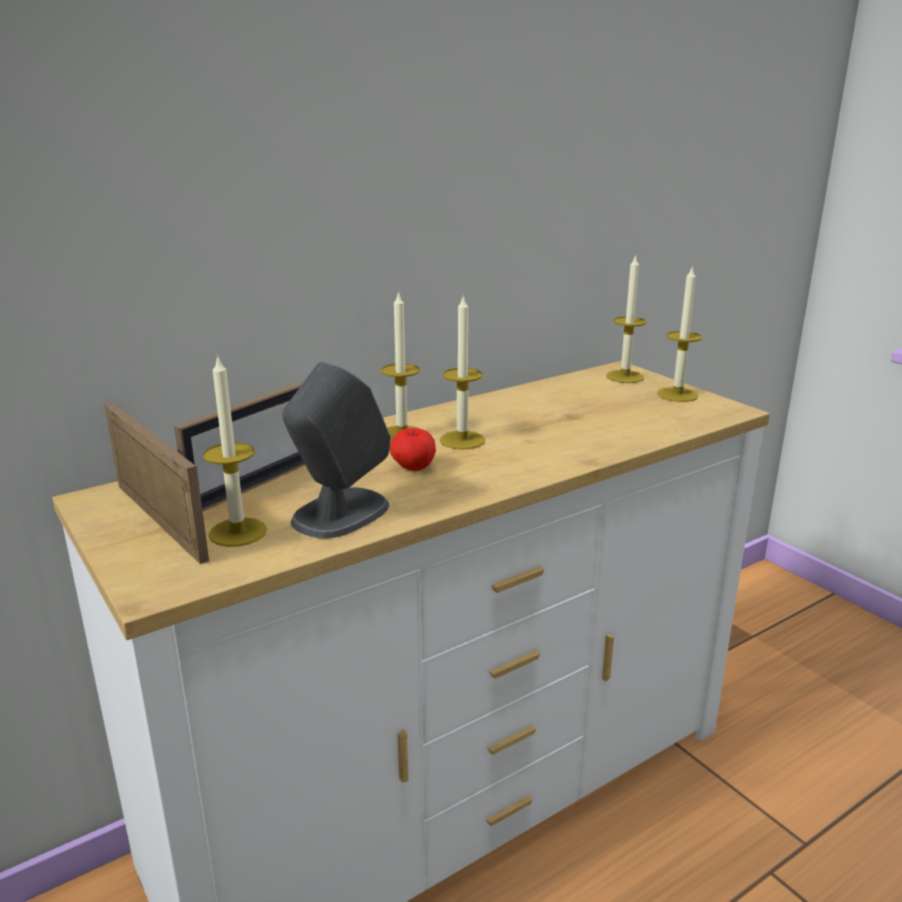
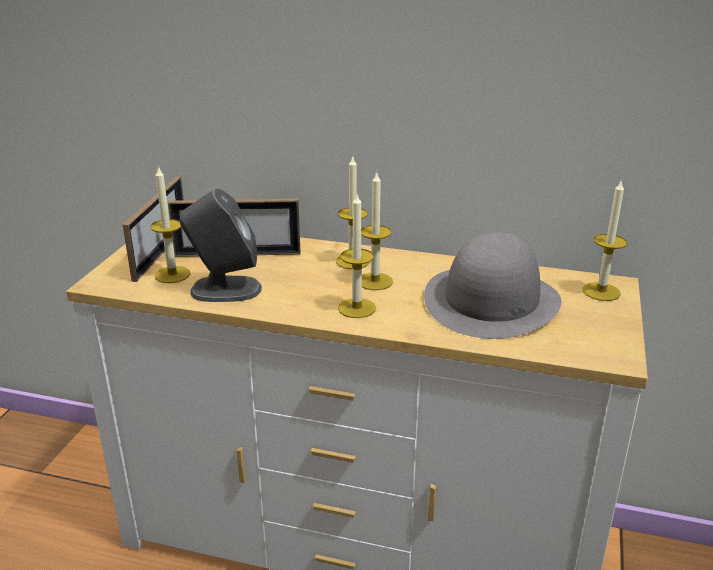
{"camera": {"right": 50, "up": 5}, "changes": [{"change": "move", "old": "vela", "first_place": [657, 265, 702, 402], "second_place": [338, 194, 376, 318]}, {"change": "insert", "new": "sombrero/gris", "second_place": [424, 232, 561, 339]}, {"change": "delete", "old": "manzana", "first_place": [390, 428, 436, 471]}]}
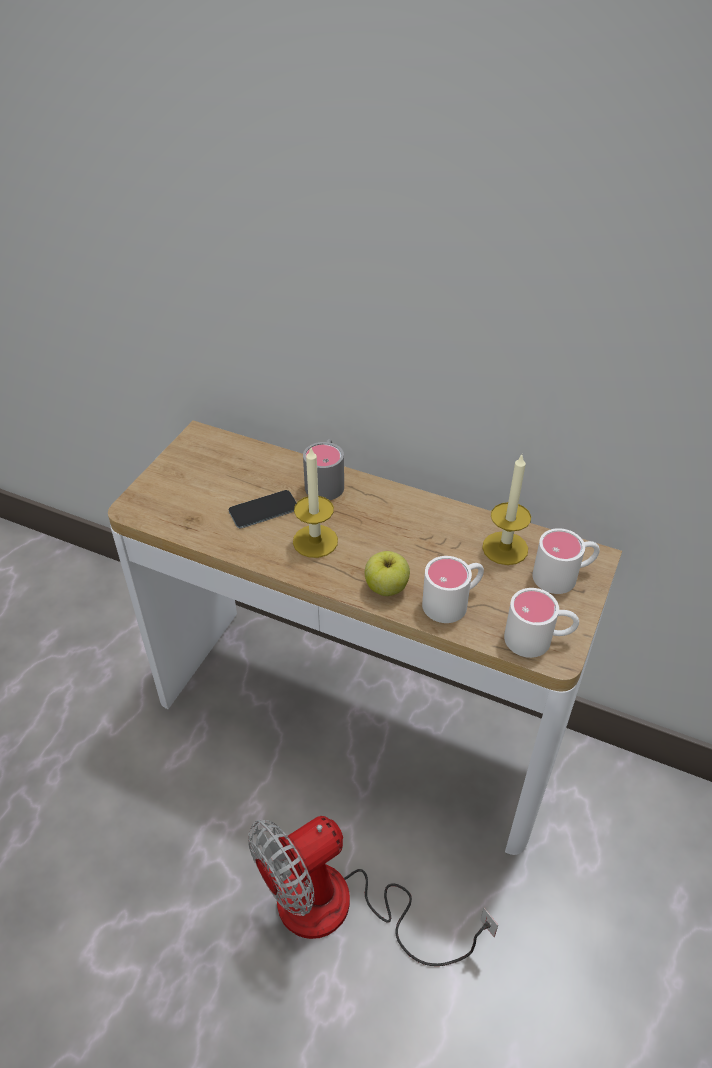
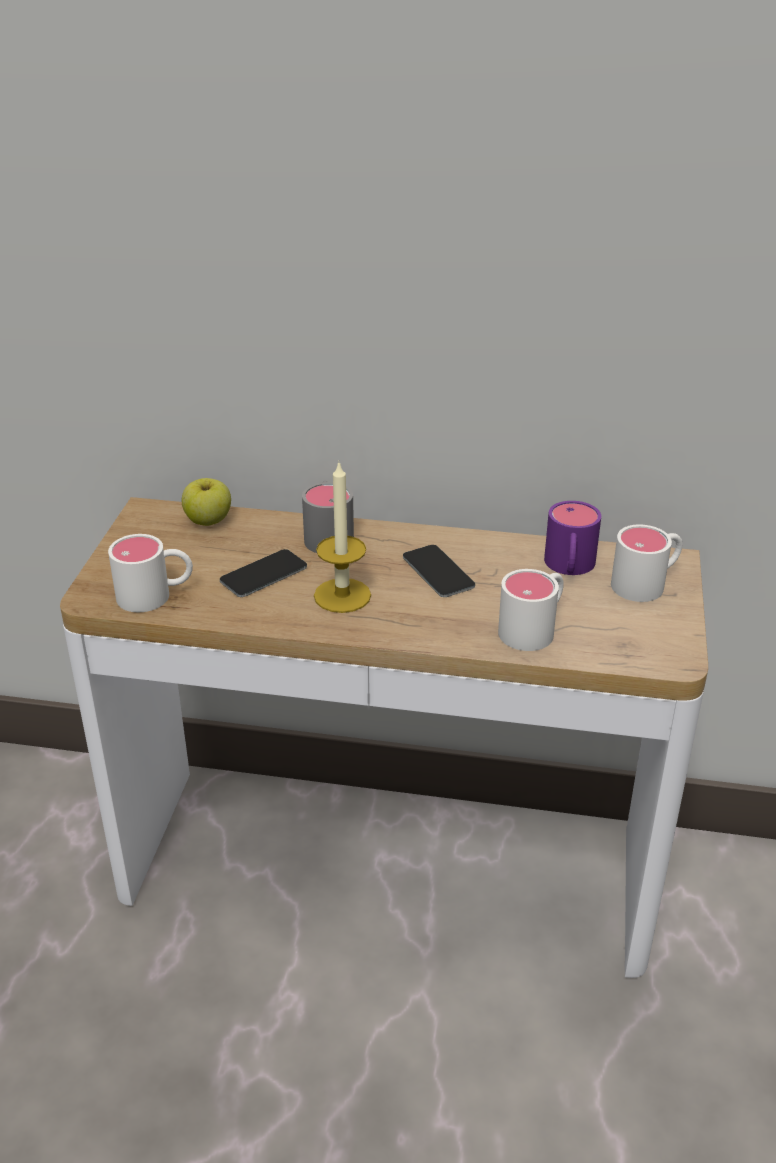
{"camera": {"right": -15, "up": -10}, "changes": [{"change": "move", "old": "taza grande/blanco", "first_place": [504, 588, 579, 658], "second_place": [108, 534, 193, 612]}, {"change": "move", "old": "manzana", "first_place": [365, 551, 410, 596], "second_place": [182, 478, 231, 526]}, {"change": "insert", "new": "móvil", "second_place": [403, 545, 475, 597]}, {"change": "replace", "old": "vela", "new": "taza grande/morado", "first_place": [482, 453, 531, 565], "second_place": [544, 501, 601, 575]}, {"change": "delete", "old": "ventilador", "first_place": [248, 816, 498, 966]}]}
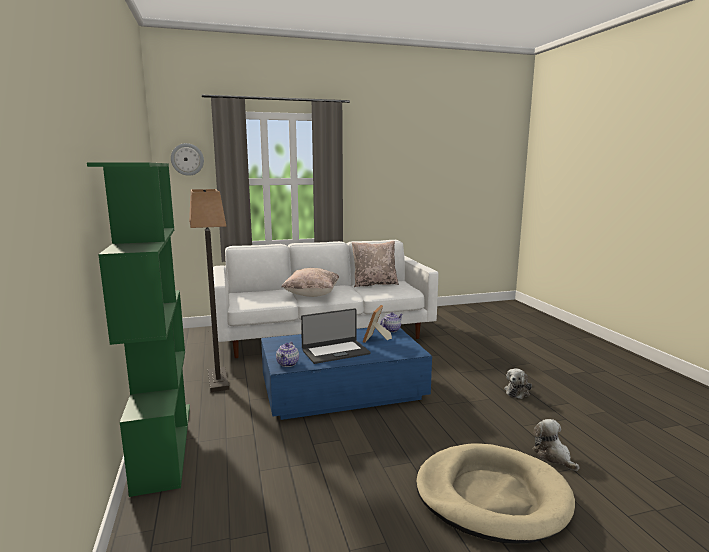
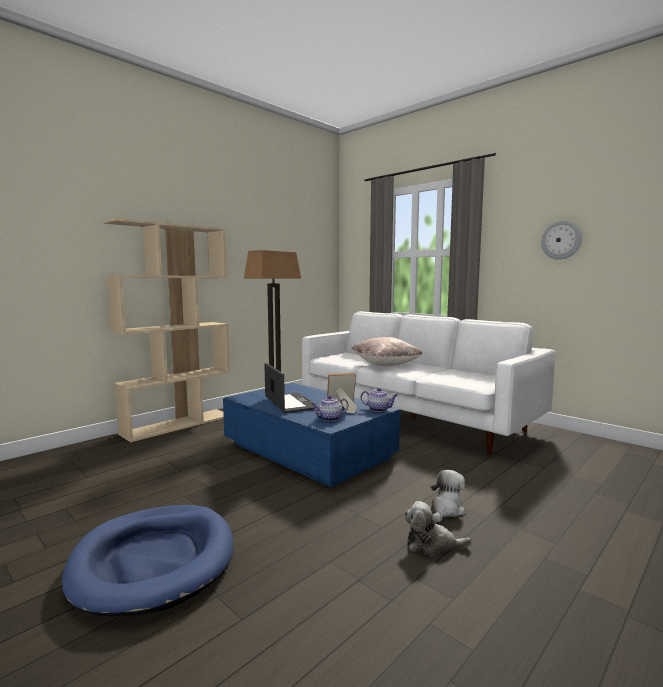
{"camera": {"right": 60, "up": -5}, "changes": [{"change": "recolor", "old": "cama para perro/beis", "new": "cama para perro/azul", "first_place": [416, 443, 575, 543], "second_place": [62, 505, 234, 616]}, {"change": "recolor", "old": "estantería/verde", "new": "estantería/beis", "first_place": [87, 162, 190, 497], "second_place": [103, 218, 230, 442]}, {"change": "rotate", "old": "portátil", "first_place": [301, 308, 371, 364], "second_place": [264, 363, 319, 413], "degrees": -150}, {"change": "move", "old": "tetera", "first_place": [276, 342, 299, 367], "second_place": [311, 395, 349, 421]}, {"change": "move", "old": "peluche", "first_place": [533, 419, 579, 471], "second_place": [431, 470, 465, 522]}, {"change": "move", "old": "reloj de pared", "first_place": [171, 143, 204, 176], "second_place": [541, 221, 582, 260]}, {"change": "delete", "old": "cojín/beis", "first_place": [352, 241, 399, 287]}]}
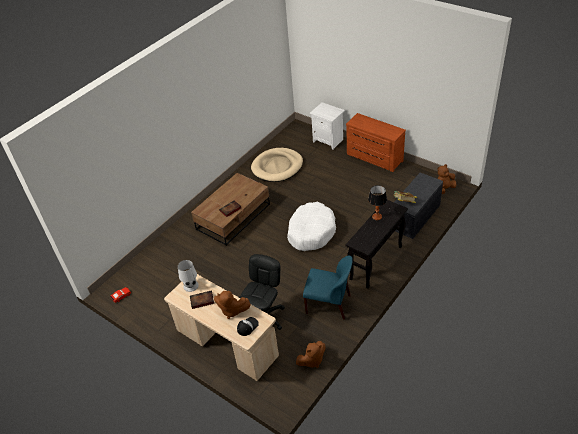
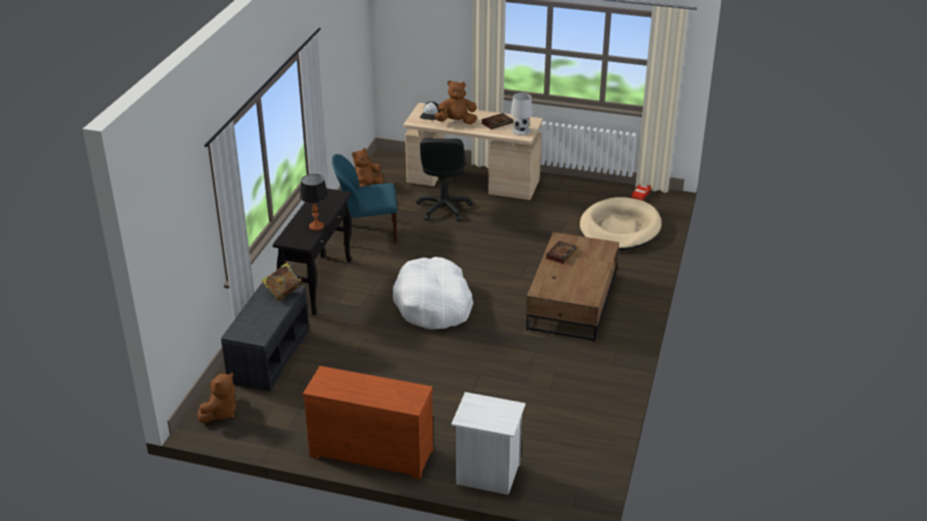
{"camera": {"right": 155, "up": -10}, "changes": [{"change": "move", "old": "cama para perro/beis", "first_place": [251, 148, 303, 182], "second_place": [580, 197, 662, 250]}]}
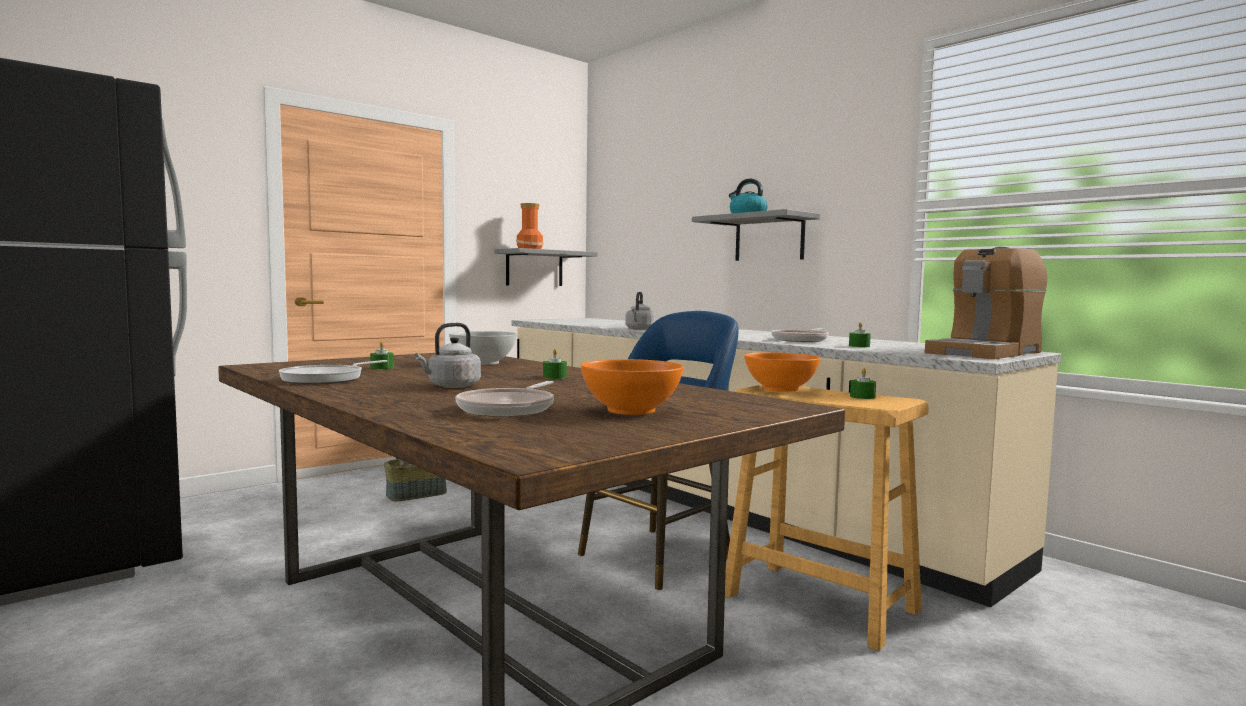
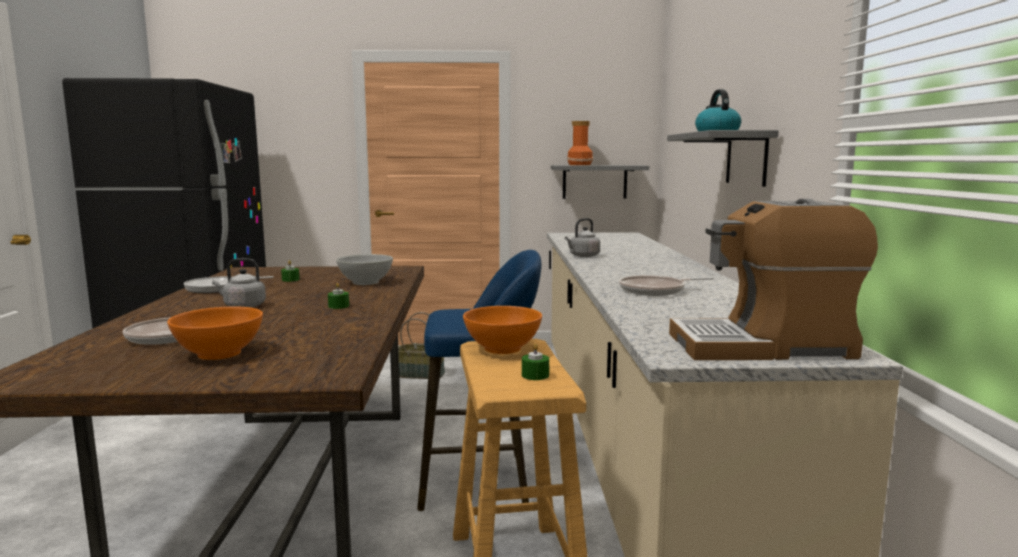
{"camera": {"right": 40, "up": 5}, "changes": [{"change": "delete", "old": "vela/verde", "first_place": [849, 322, 871, 347]}]}
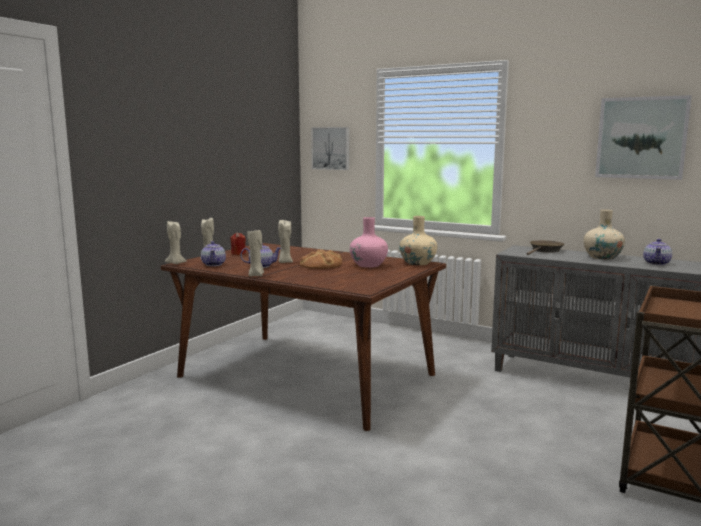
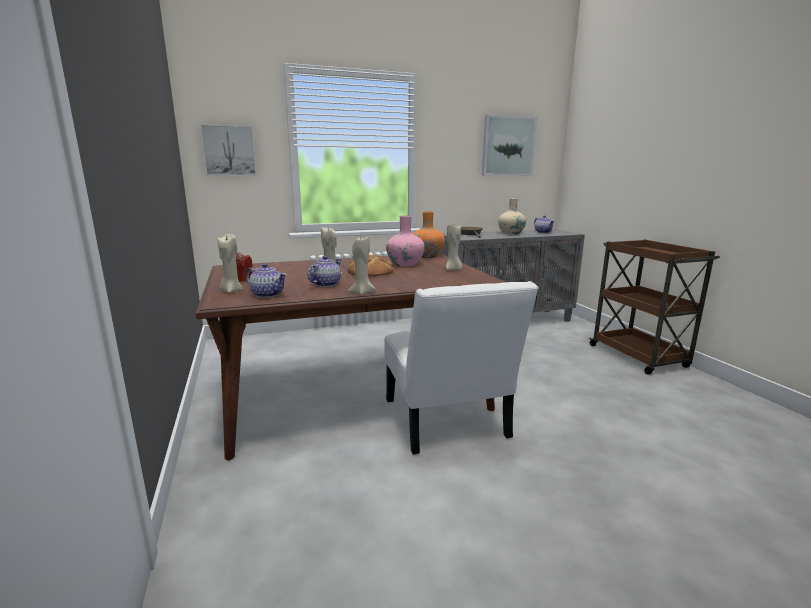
{"camera": {"right": -50, "up": 5}, "changes": [{"change": "insert", "new": "silla/blanco", "second_place": [384, 281, 538, 455]}, {"change": "recolor", "old": "florero/beis", "new": "florero/naranja", "first_place": [399, 216, 437, 265], "second_place": [413, 212, 445, 258]}, {"change": "move", "old": "vela/beis", "first_place": [165, 220, 186, 264], "second_place": [445, 224, 462, 270]}]}
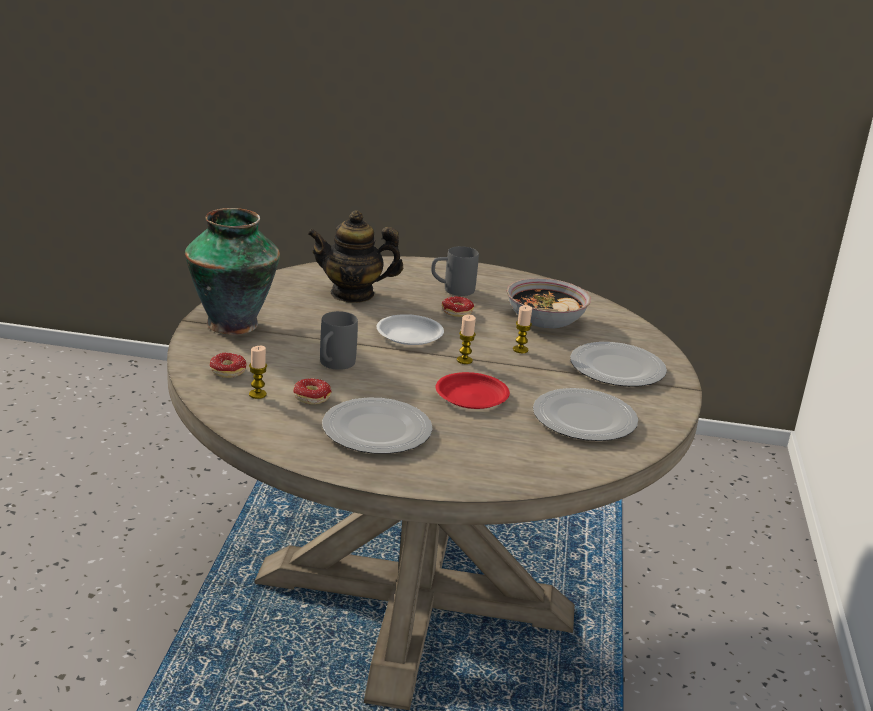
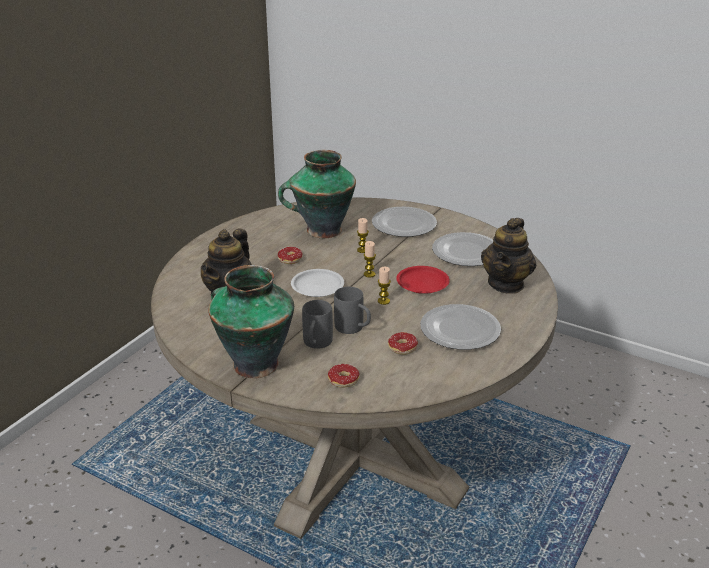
{"camera": {"right": -65, "up": 5}, "changes": [{"change": "replace", "old": "cuenco", "new": "florero", "first_place": [507, 278, 591, 329], "second_place": [278, 150, 356, 238]}, {"change": "move", "old": "taza grande/gris", "first_place": [431, 246, 479, 296], "second_place": [302, 300, 333, 349]}, {"change": "move", "old": "vela", "first_place": [249, 346, 267, 399], "second_place": [378, 267, 391, 305]}, {"change": "insert", "new": "tetera", "second_place": [481, 218, 536, 294]}]}
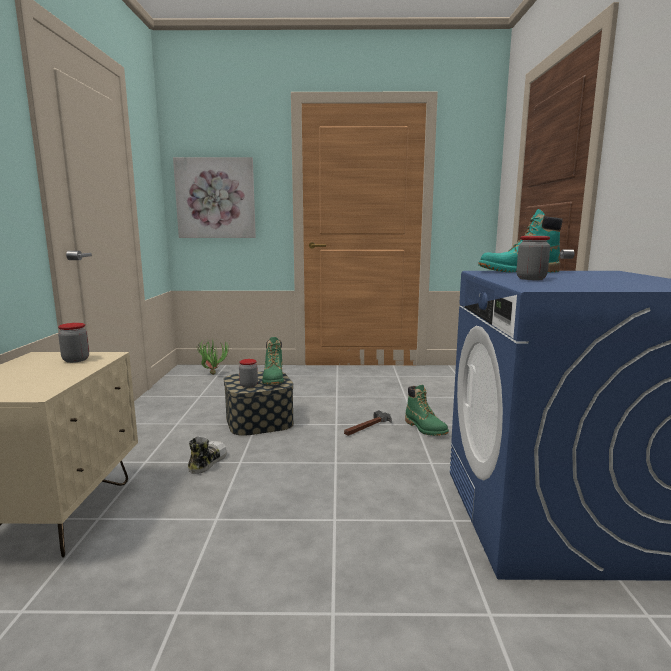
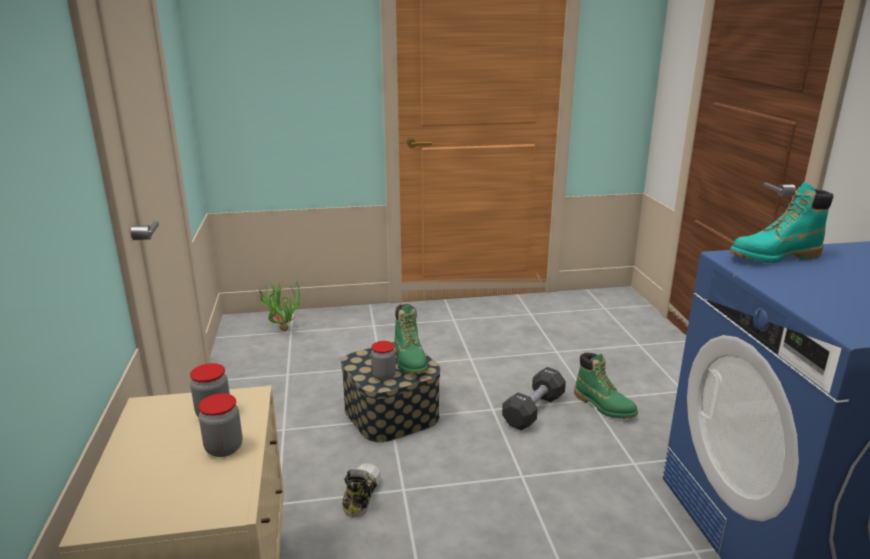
{"camera": {"right": -10, "up": 10}, "changes": [{"change": "move", "old": "tarro", "first_place": [517, 236, 550, 280], "second_place": [198, 393, 242, 457]}, {"change": "replace", "old": "martillo", "new": "mancuerna/negro", "first_place": [344, 410, 392, 436], "second_place": [502, 367, 566, 430]}, {"change": "delete", "old": "cuadro", "first_place": [173, 157, 256, 238]}]}
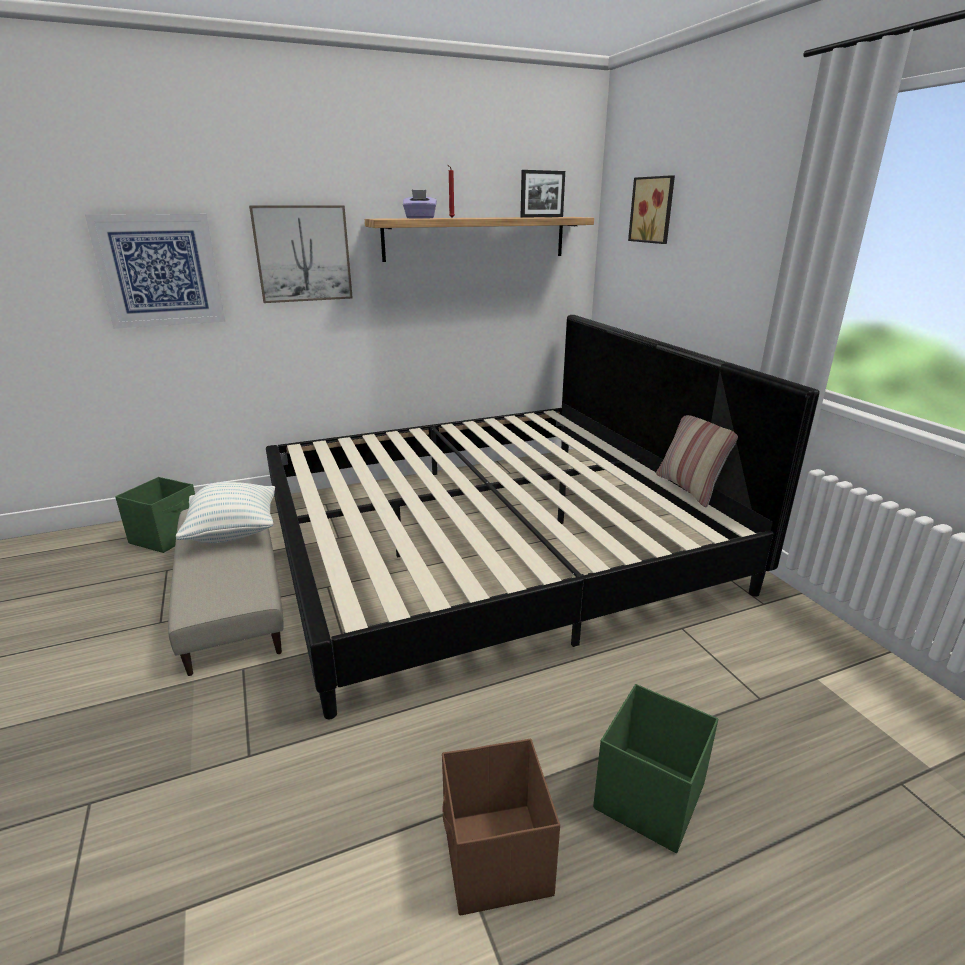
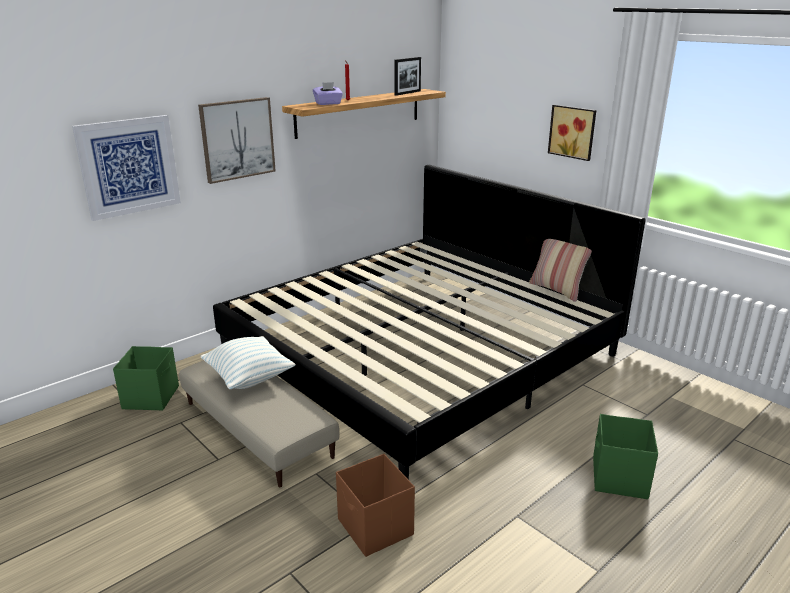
{"camera": {"right": -20, "up": 0}, "changes": [{"change": "move", "old": "caja de almacenaje/marrón", "first_place": [442, 738, 560, 916], "second_place": [336, 454, 415, 557]}, {"change": "move", "old": "cuadro", "first_place": [628, 175, 675, 244], "second_place": [548, 105, 596, 161]}]}
